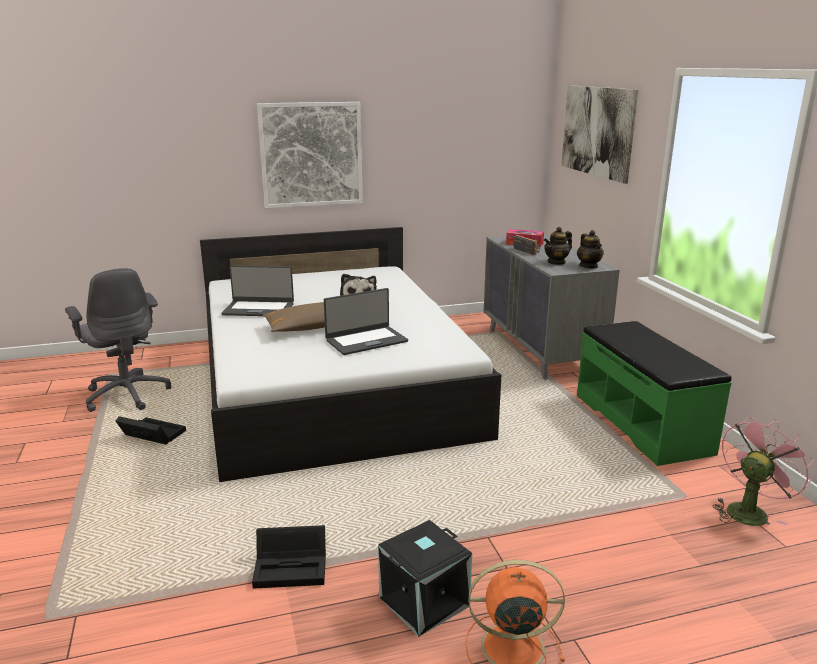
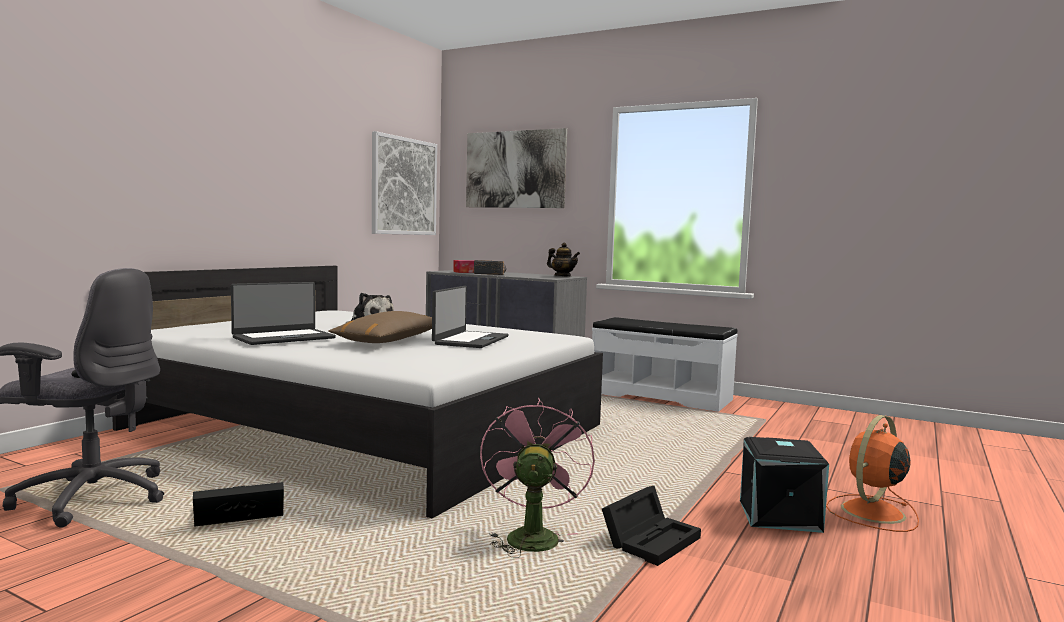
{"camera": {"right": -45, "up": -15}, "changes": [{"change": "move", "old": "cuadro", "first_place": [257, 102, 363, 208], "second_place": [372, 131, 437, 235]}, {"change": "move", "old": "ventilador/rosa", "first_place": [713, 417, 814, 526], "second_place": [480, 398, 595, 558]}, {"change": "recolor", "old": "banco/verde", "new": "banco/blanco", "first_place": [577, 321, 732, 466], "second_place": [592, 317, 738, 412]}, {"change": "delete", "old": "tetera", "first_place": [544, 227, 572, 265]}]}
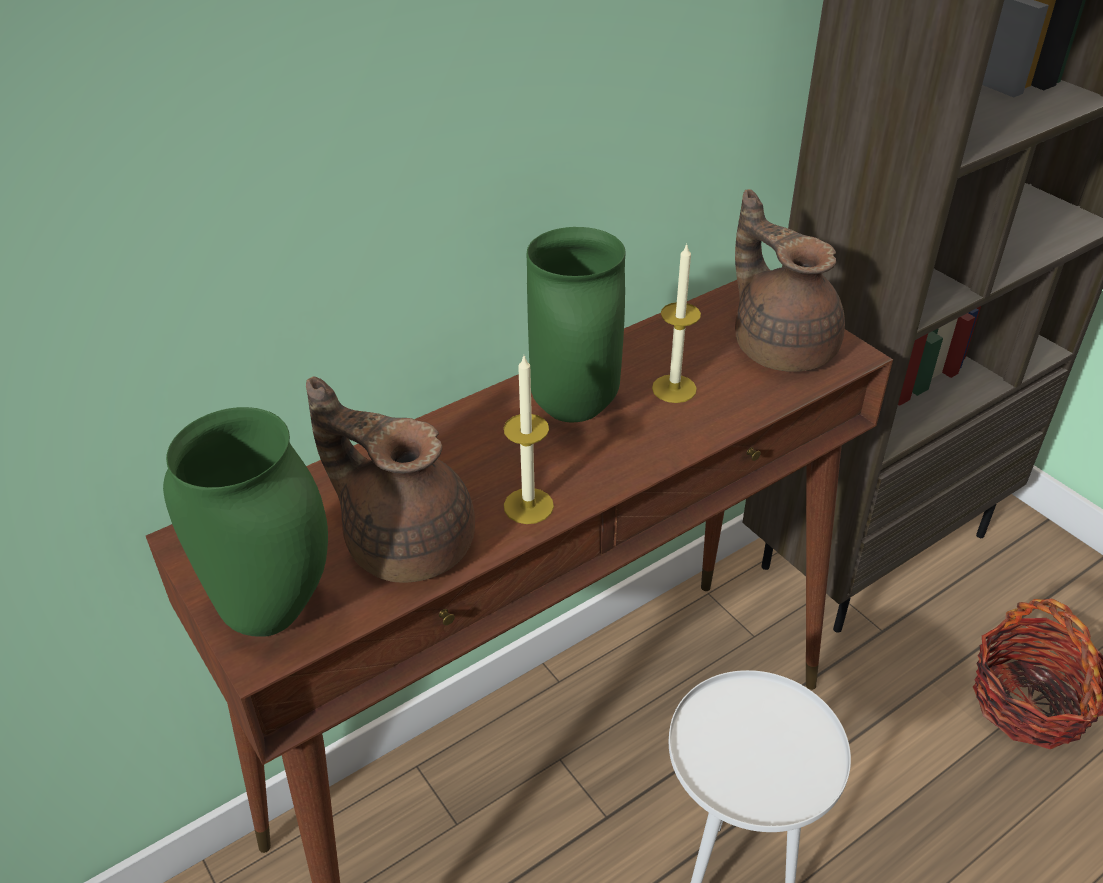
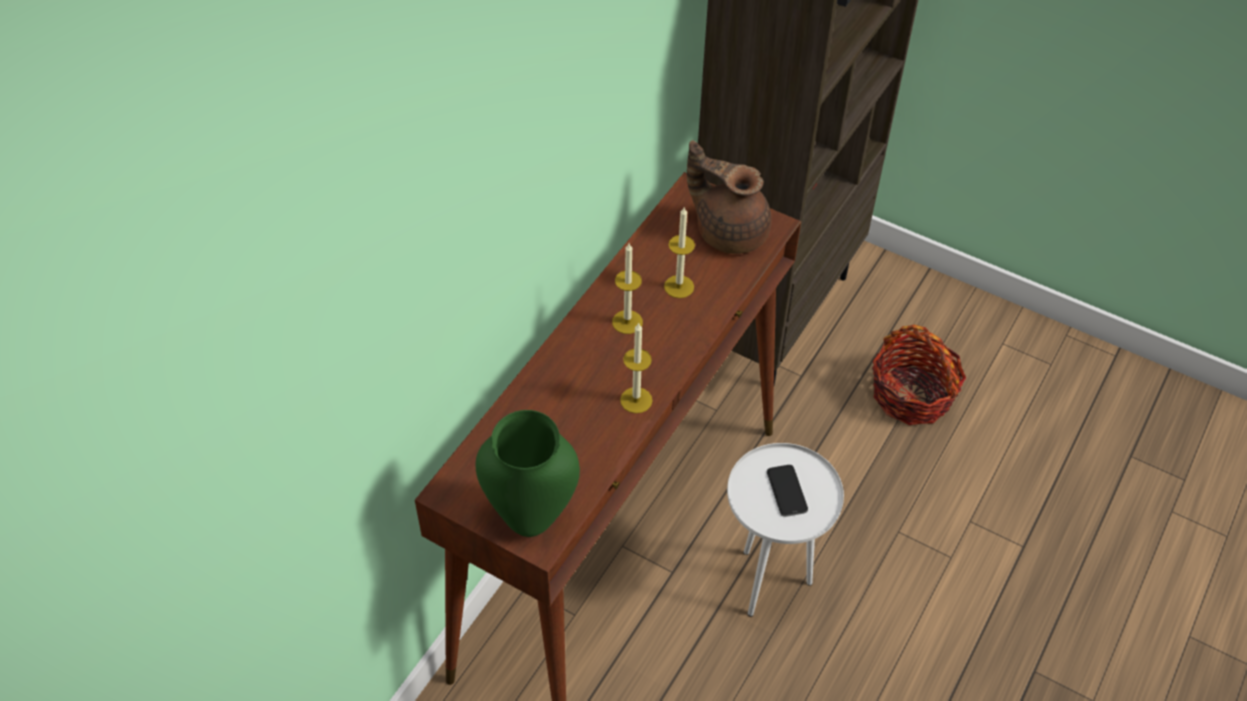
{"camera": {"right": -25, "up": 10}, "changes": [{"change": "replace", "old": "florero/verde", "new": "vela", "first_place": [527, 227, 626, 422], "second_place": [612, 244, 643, 334]}, {"change": "insert", "new": "móvil", "second_place": [767, 465, 808, 517]}, {"change": "delete", "old": "tetera/marrón", "first_place": [306, 376, 475, 583]}]}
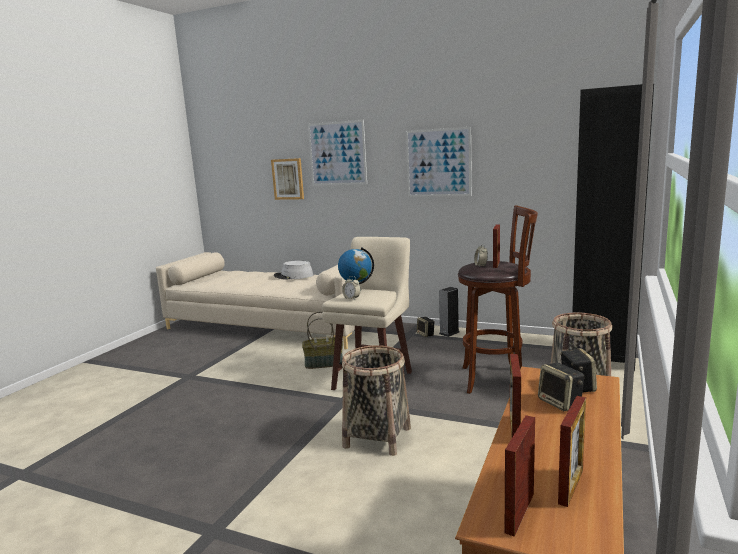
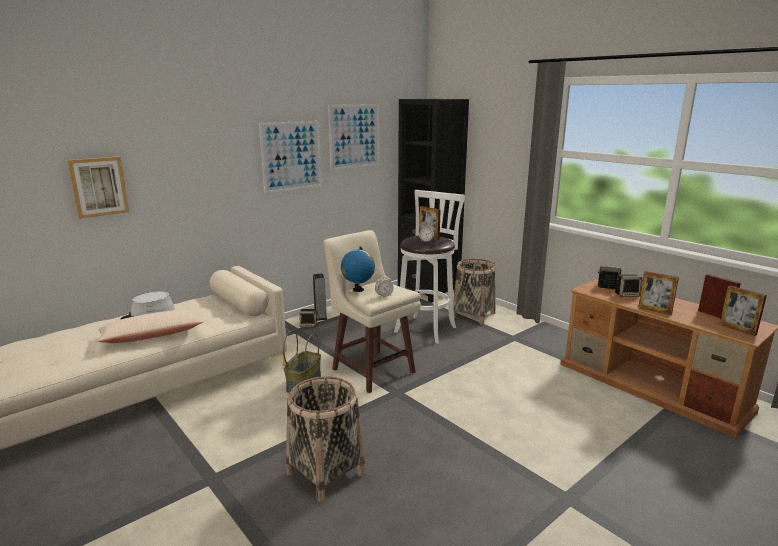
{"camera": {"right": -65, "up": 5}, "changes": [{"change": "insert", "new": "cojín/beis", "second_place": [98, 310, 203, 343]}, {"change": "move", "old": "cesta", "first_place": [342, 345, 411, 456], "second_place": [286, 376, 366, 502]}, {"change": "move", "old": "cuadro", "first_place": [308, 120, 367, 186], "second_place": [328, 104, 379, 170]}, {"change": "recolor", "old": "taburete/marrón", "new": "taburete/blanco", "first_place": [458, 205, 538, 394], "second_place": [394, 190, 465, 344]}]}
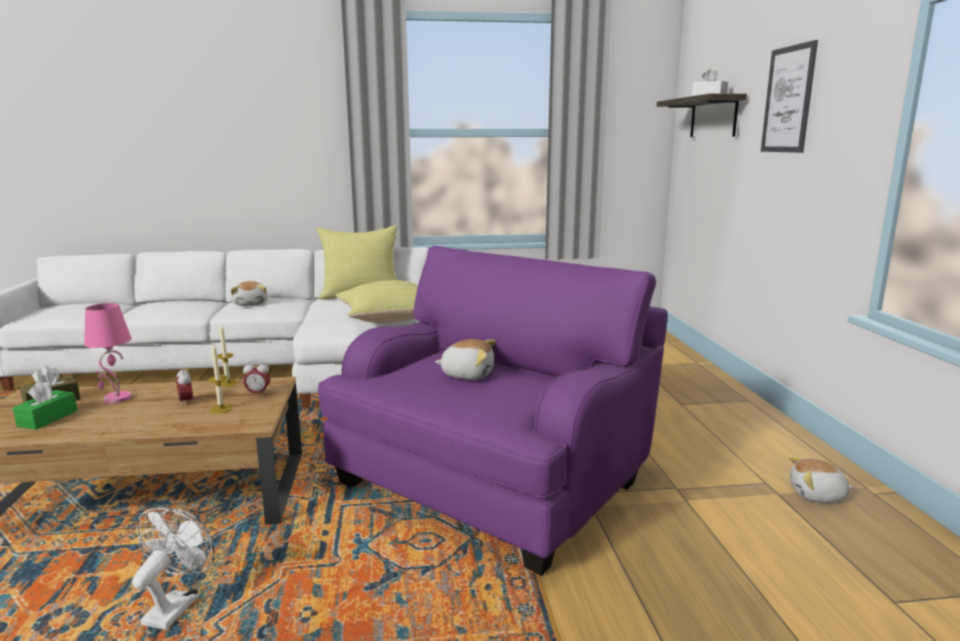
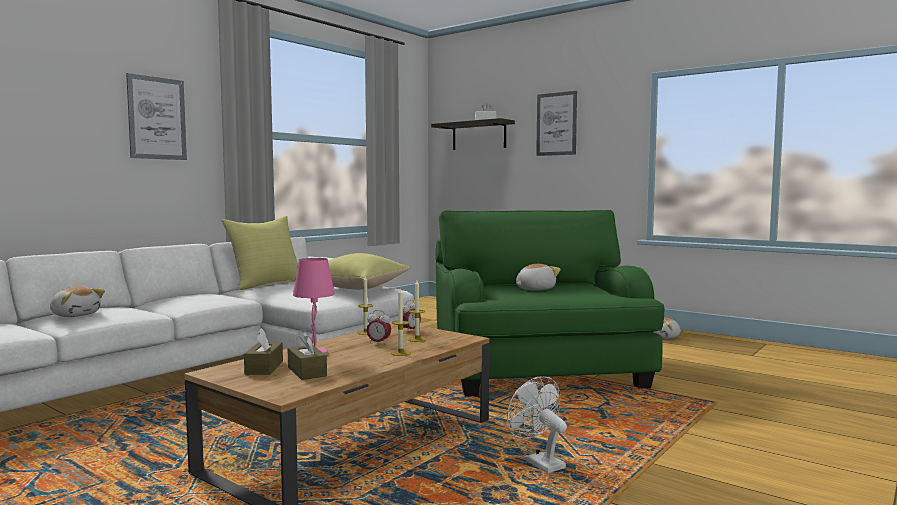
{"camera": {"right": -45, "up": -10}, "changes": [{"change": "move", "old": "peluche", "first_place": [230, 281, 267, 306], "second_place": [50, 287, 105, 317]}, {"change": "insert", "new": "cuadro", "second_place": [126, 73, 187, 160]}, {"change": "recolor", "old": "caja de pañuelos/verde", "new": "caja de pañuelos/marrón", "first_place": [13, 380, 78, 430], "second_place": [287, 331, 327, 380]}, {"change": "insert", "new": "vela", "second_place": [391, 289, 411, 356]}, {"change": "recolor", "old": "sillón/morado", "new": "sillón/verde", "first_place": [318, 246, 667, 576], "second_place": [435, 210, 664, 396]}]}
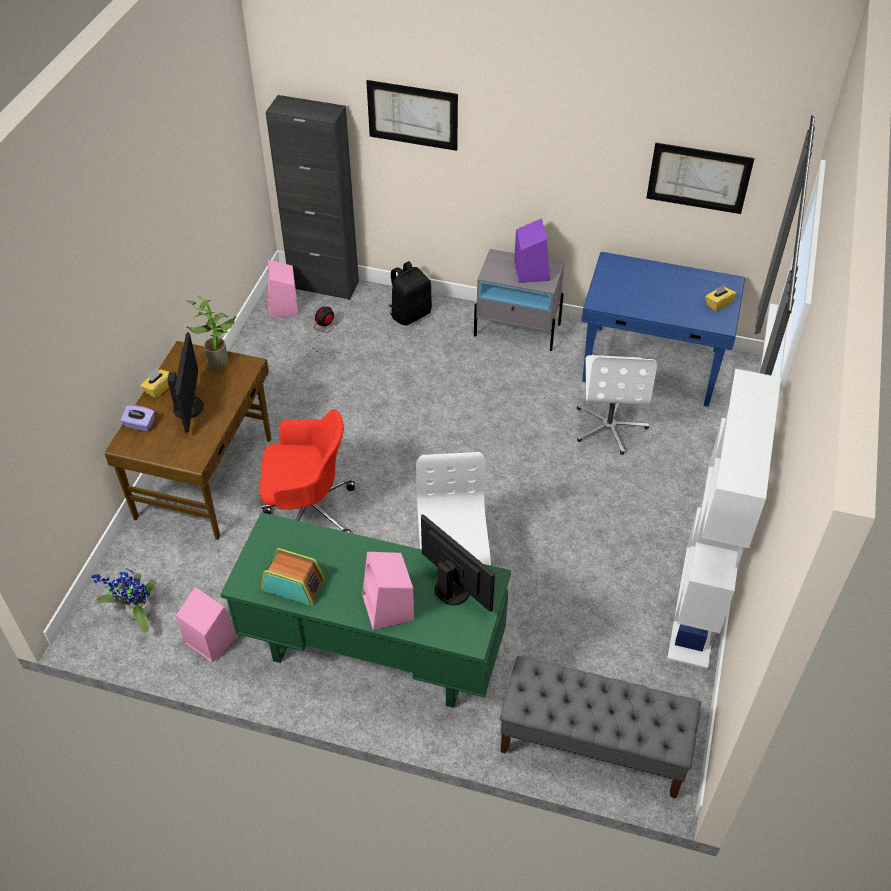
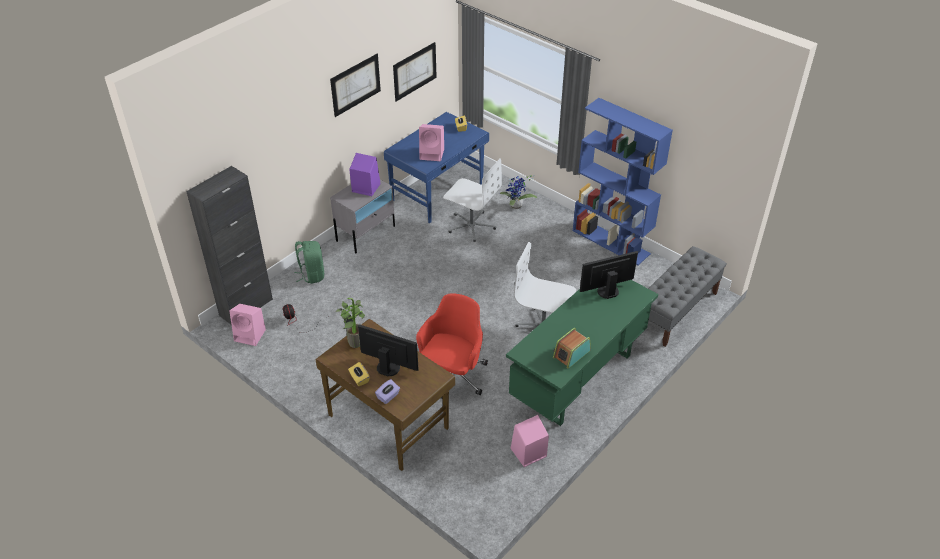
{"camera": {"right": -65, "up": -5}, "changes": [{"change": "recolor", "old": "mochila/negro", "new": "mochila/verde", "first_place": [389, 261, 432, 325], "second_place": [294, 241, 324, 284]}, {"change": "move", "old": "cuadro", "first_place": [366, 80, 458, 151], "second_place": [330, 54, 381, 117]}, {"change": "move", "old": "altavoz/rosa", "first_place": [362, 552, 414, 631], "second_place": [419, 124, 444, 161]}, {"change": "move", "old": "planta en maceta", "first_place": [91, 566, 156, 633], "second_place": [500, 175, 537, 209]}, {"change": "recolor", "old": "estantería/blanco", "new": "estantería/azul", "first_place": [667, 369, 781, 669], "second_place": [573, 98, 673, 265]}]}
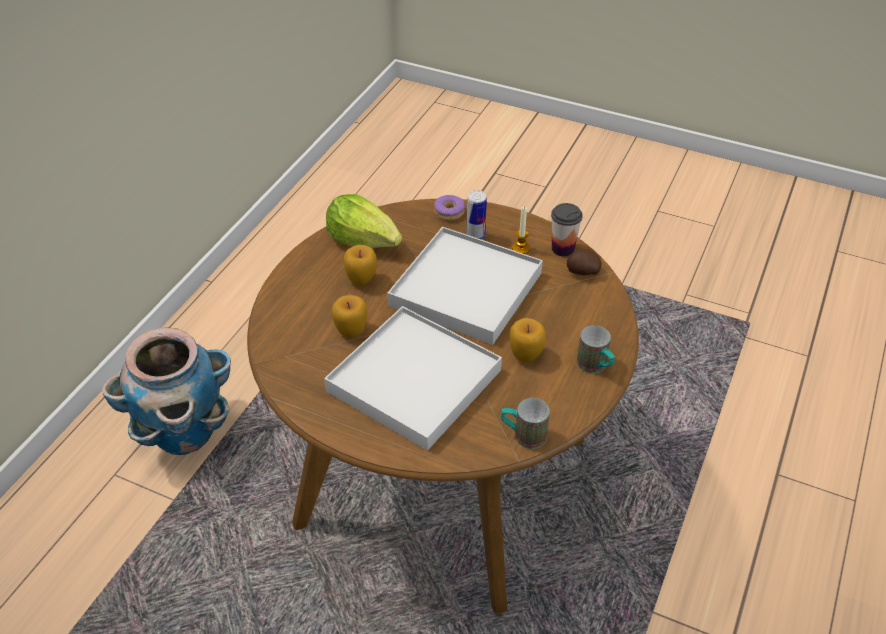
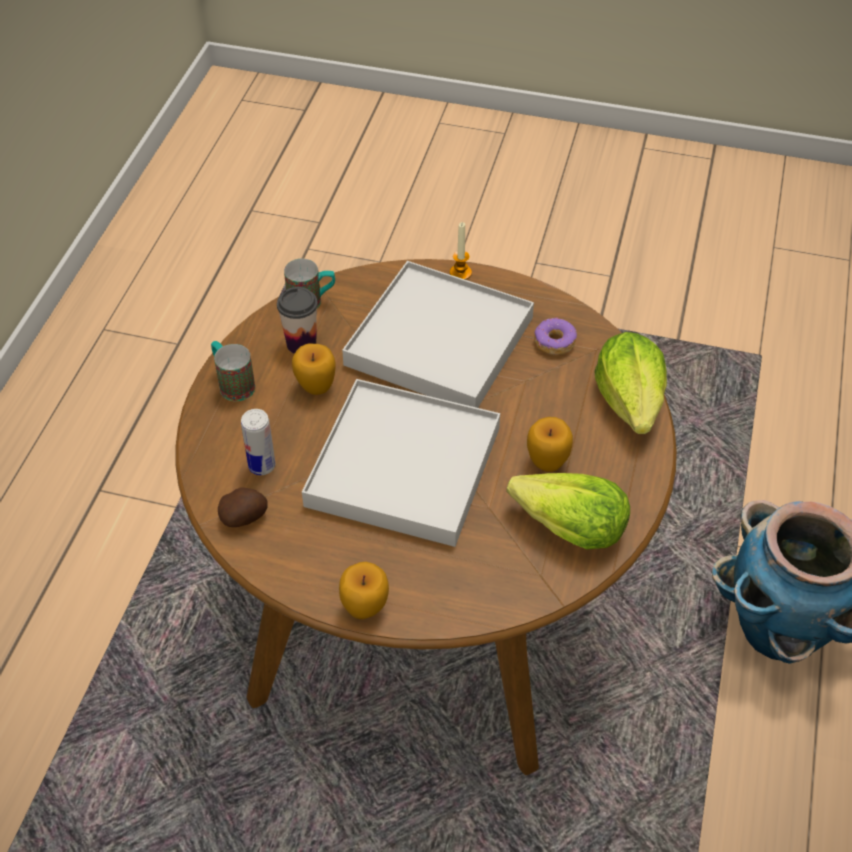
{"camera": {"right": 170, "up": 5}, "changes": [{"change": "move", "old": "lata", "first_place": [466, 190, 487, 240], "second_place": [241, 409, 275, 475]}, {"change": "move", "old": "taza", "first_place": [551, 203, 583, 256], "second_place": [277, 287, 318, 354]}, {"change": "move", "old": "manzana", "first_place": [332, 295, 367, 338], "second_place": [339, 562, 389, 619]}, {"change": "move", "old": "vela", "first_place": [512, 207, 530, 254], "second_place": [450, 222, 472, 280]}, {"change": "move", "old": "rosquilla", "first_place": [434, 195, 465, 220], "second_place": [534, 317, 577, 355]}, {"change": "insert", "new": "lechuga", "second_place": [594, 332, 667, 434]}]}
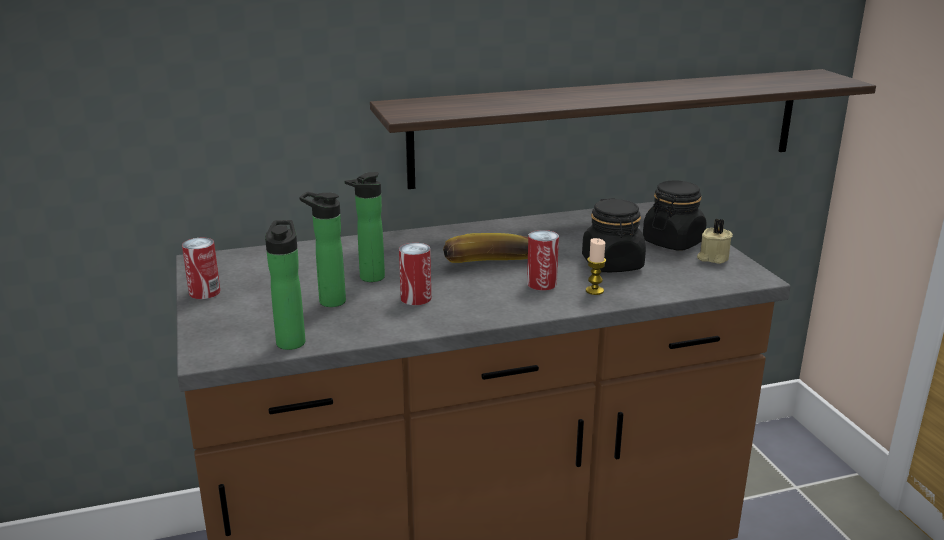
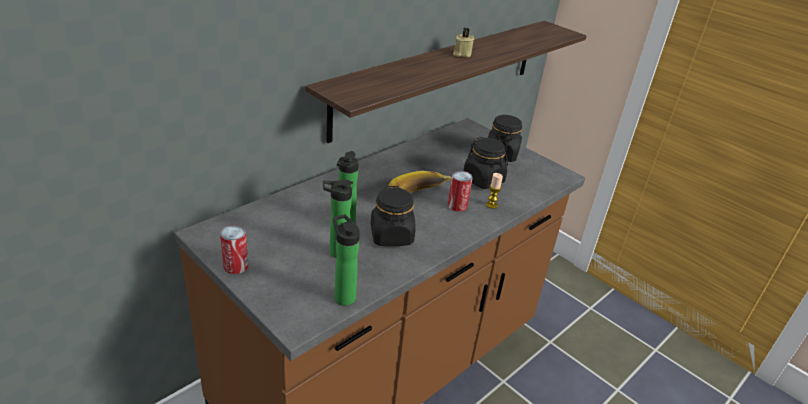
{"camera": {"right": -30, "up": 10}, "changes": [{"change": "replace", "old": "lata", "new": "tarro/negro", "first_place": [399, 243, 431, 305], "second_place": [371, 186, 416, 246]}, {"change": "move", "old": "vela/beis", "first_place": [697, 219, 733, 264], "second_place": [453, 28, 475, 57]}]}
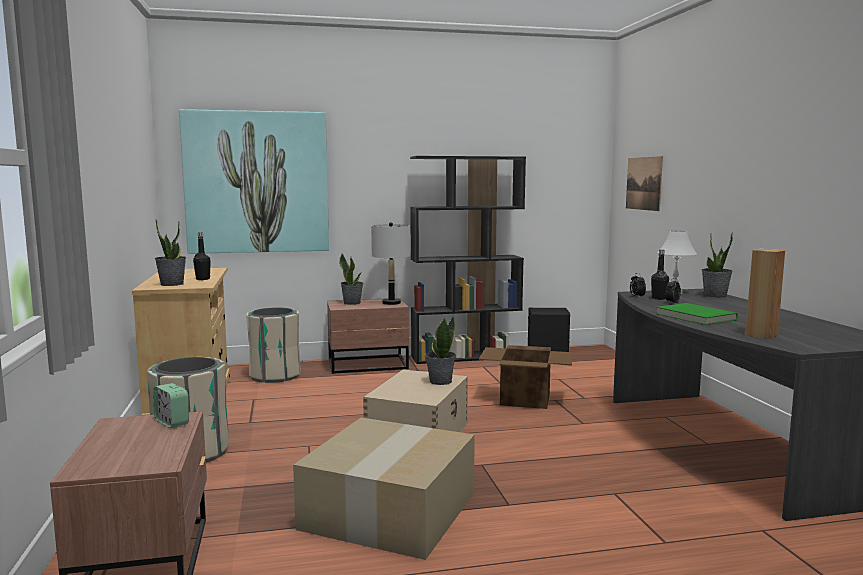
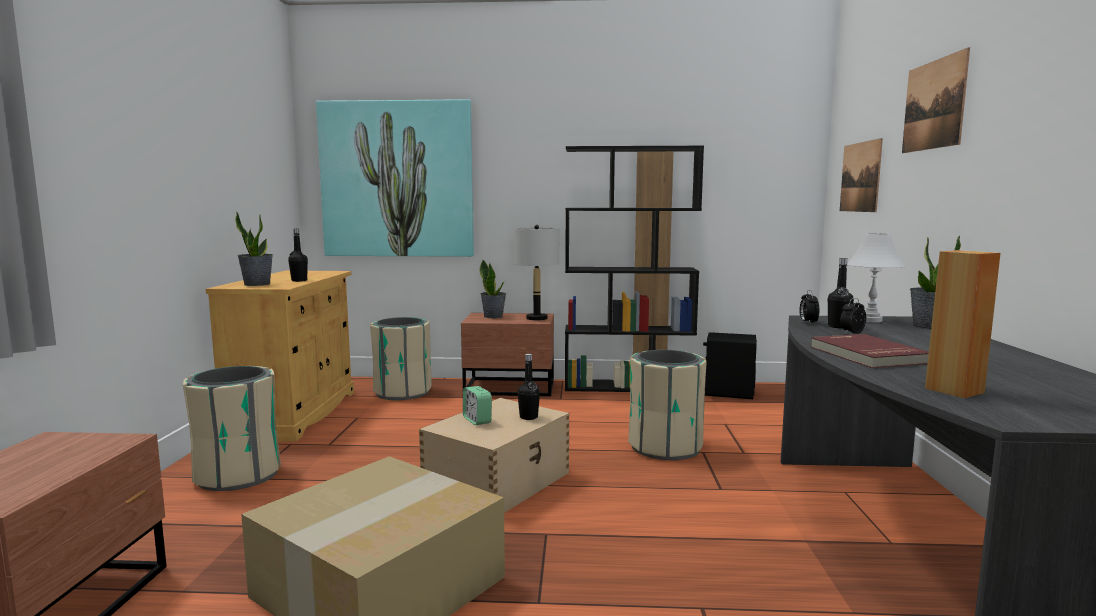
{"camera": {"right": 15, "up": 0}, "changes": [{"change": "move", "old": "despertador", "first_place": [153, 383, 189, 428], "second_place": [463, 386, 492, 425]}, {"change": "replace", "old": "planta en maceta", "new": "botella/negro", "first_place": [425, 316, 456, 385], "second_place": [517, 354, 540, 420]}, {"change": "replace", "old": "caja de cartón", "new": "papelera/beis", "first_place": [479, 345, 573, 409], "second_place": [628, 350, 707, 460]}, {"change": "recolor", "old": "libro/verde", "new": "libro/rojo", "first_place": [656, 303, 738, 325], "second_place": [811, 334, 929, 368]}, {"change": "insert", "new": "cuadro", "second_place": [902, 47, 970, 153]}]}
